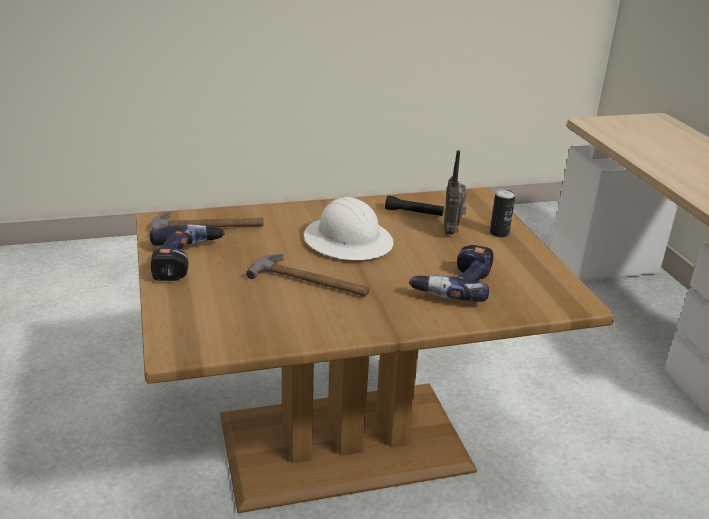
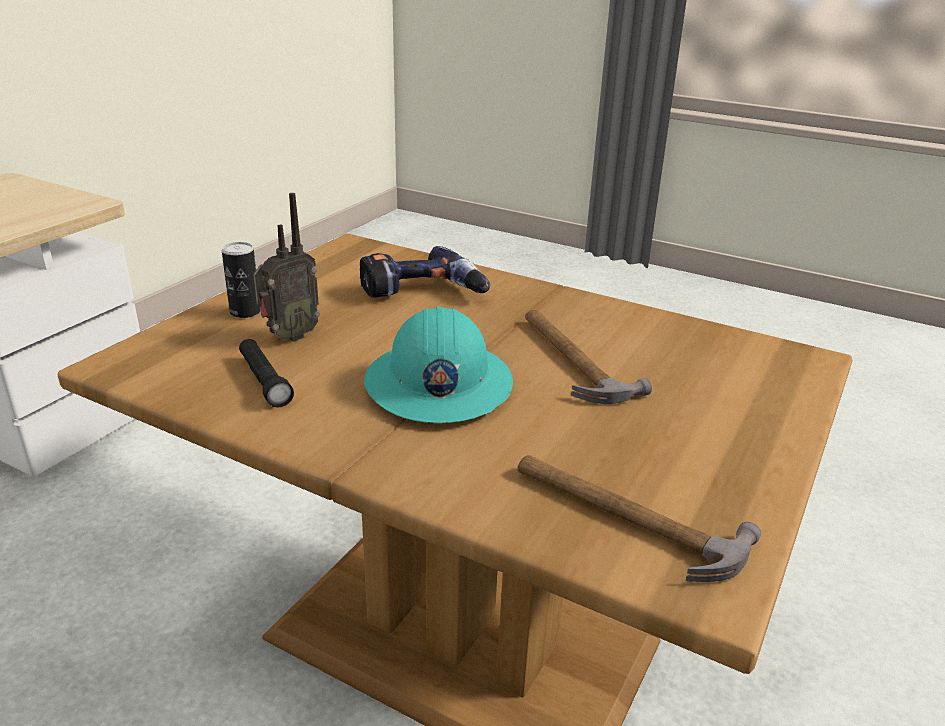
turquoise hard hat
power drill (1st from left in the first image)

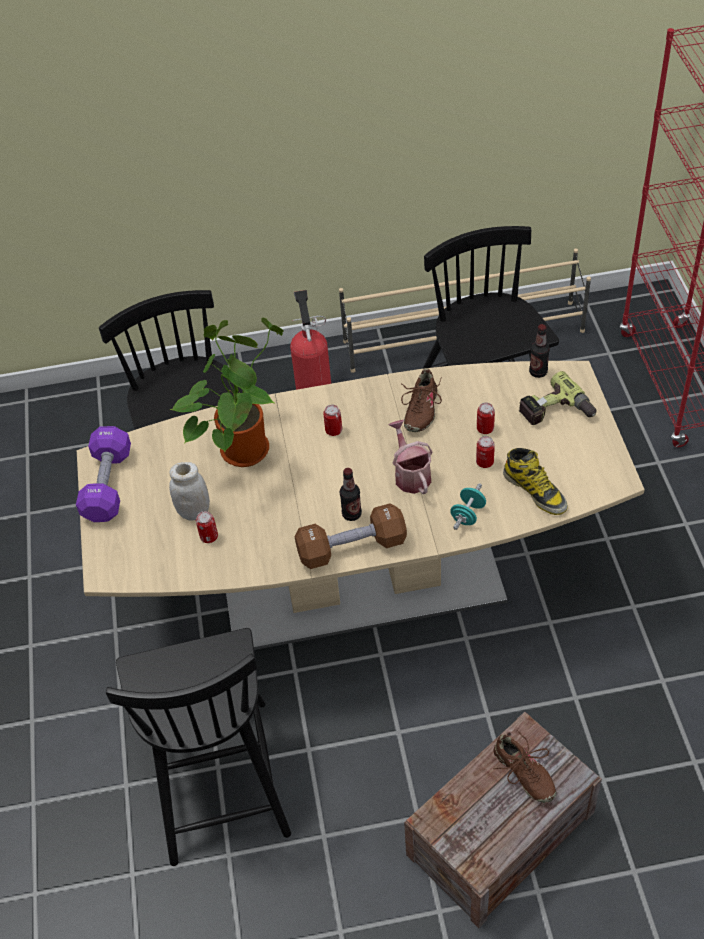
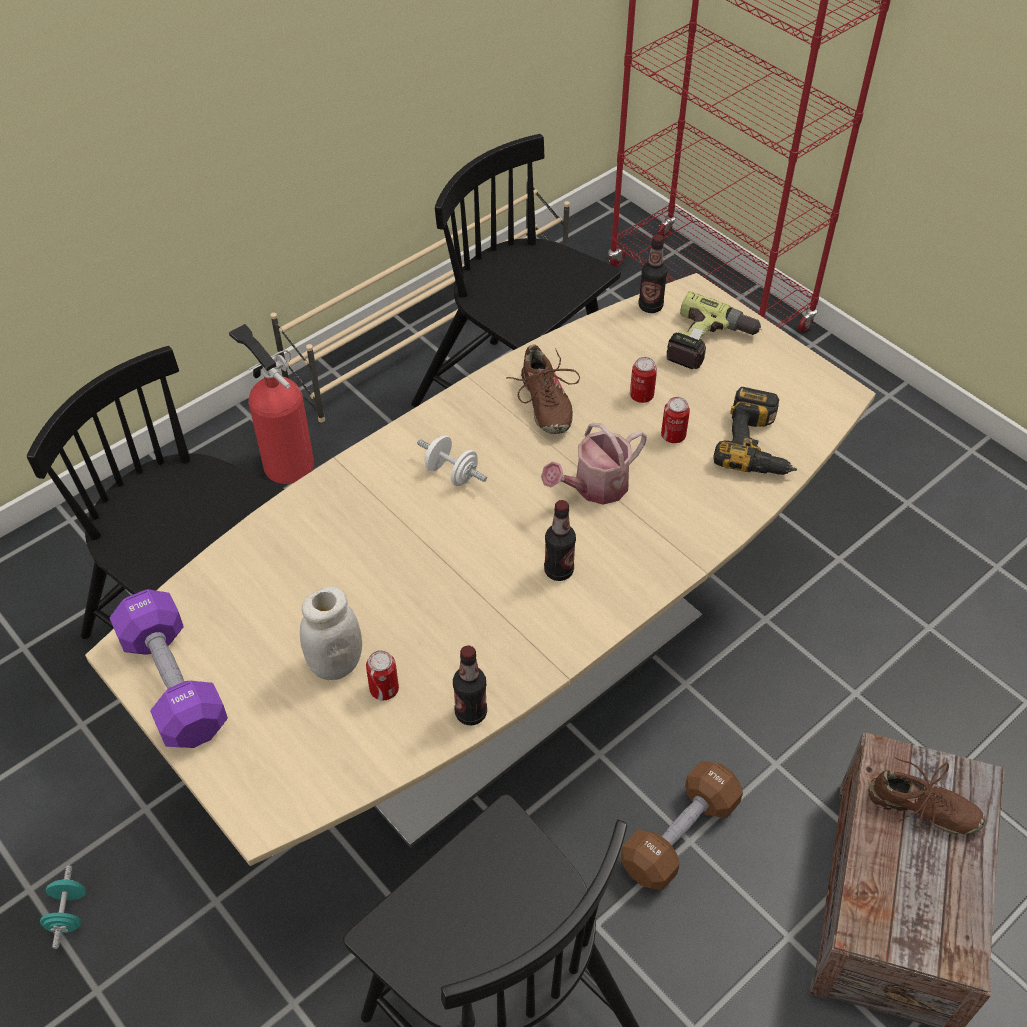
potted plant
white dumbbell
watering can
power drill (2nd from left)
turquoise dumbbell
brown dumbbell
bottle (1st from left)

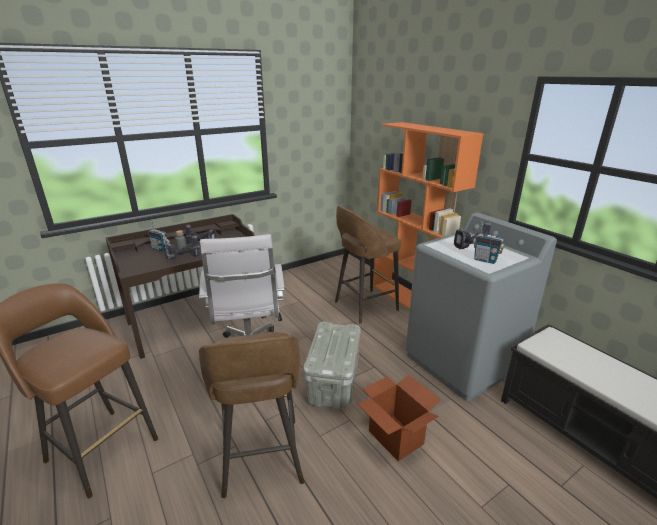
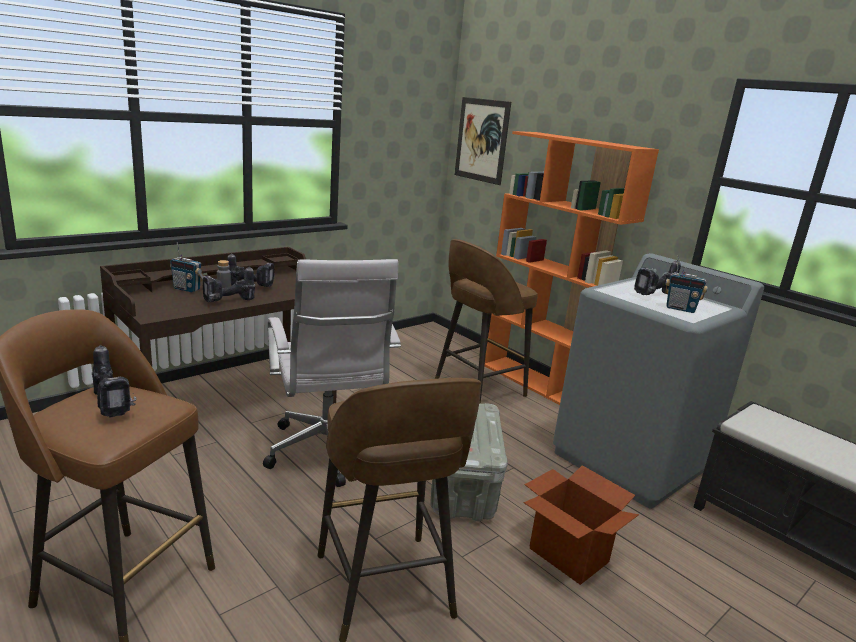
picture
power drill (1st from left)

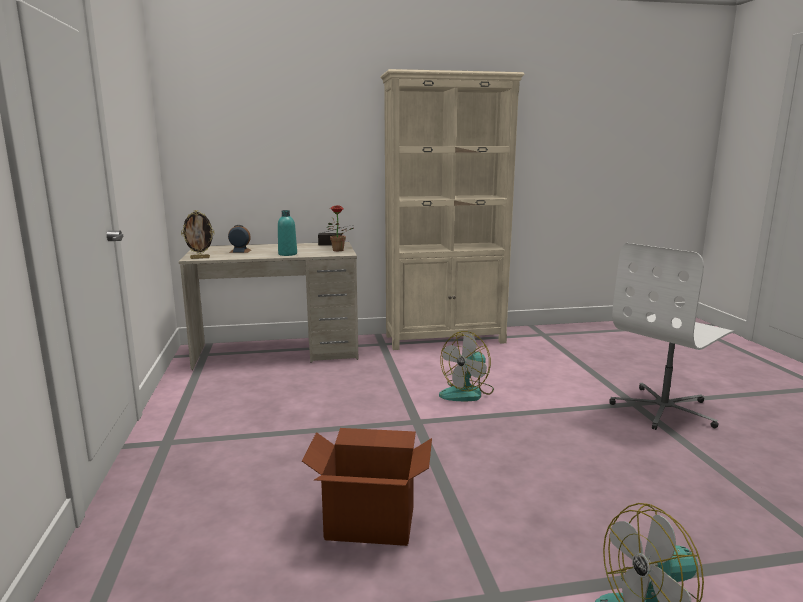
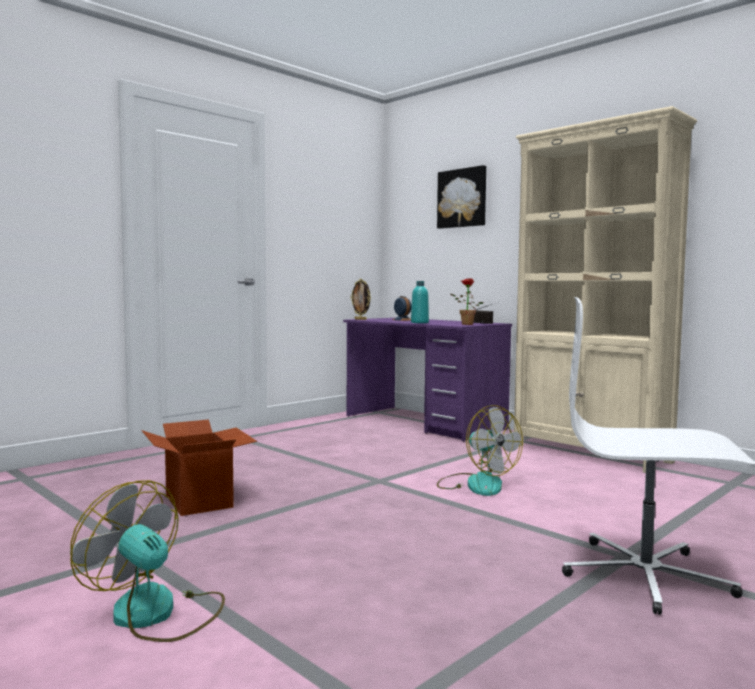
purple desk
fan (2nd from left)
picture

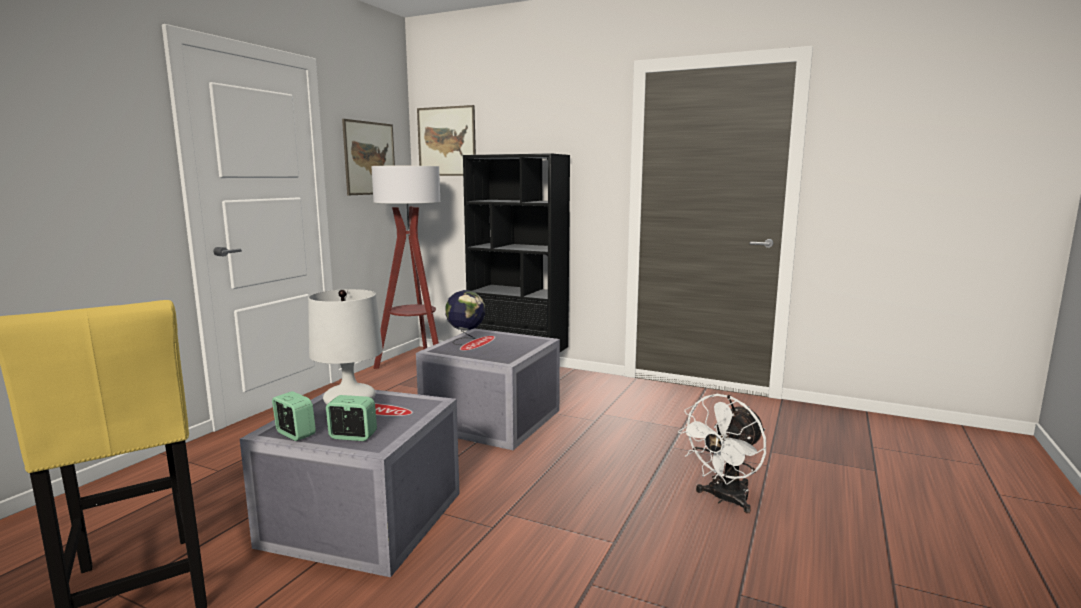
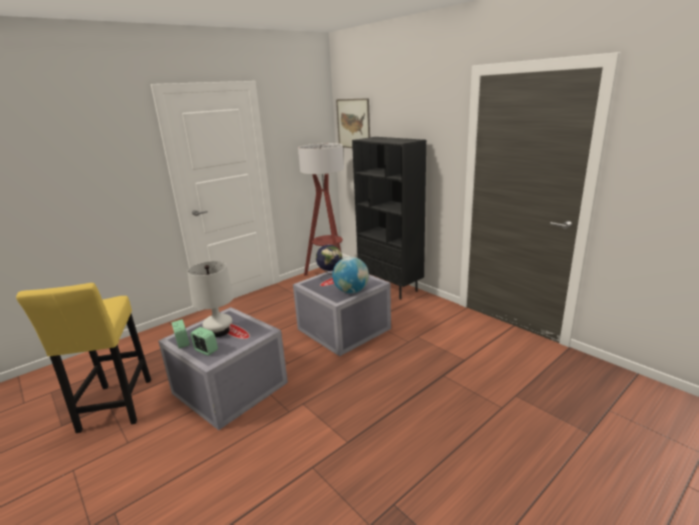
picture (1st from left in the first image)
white fan
globe (2nd from left)

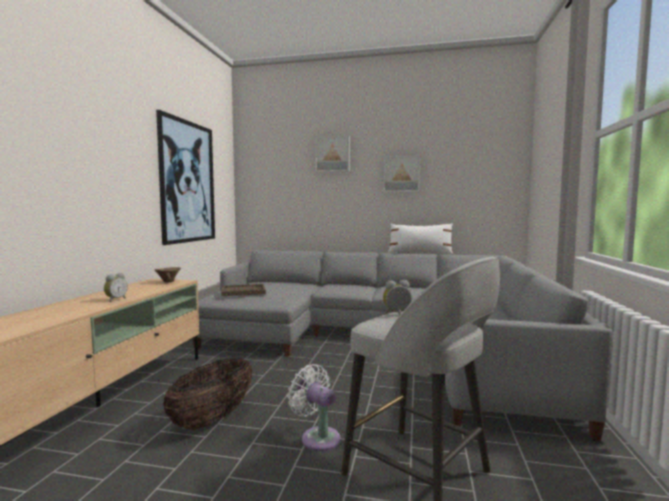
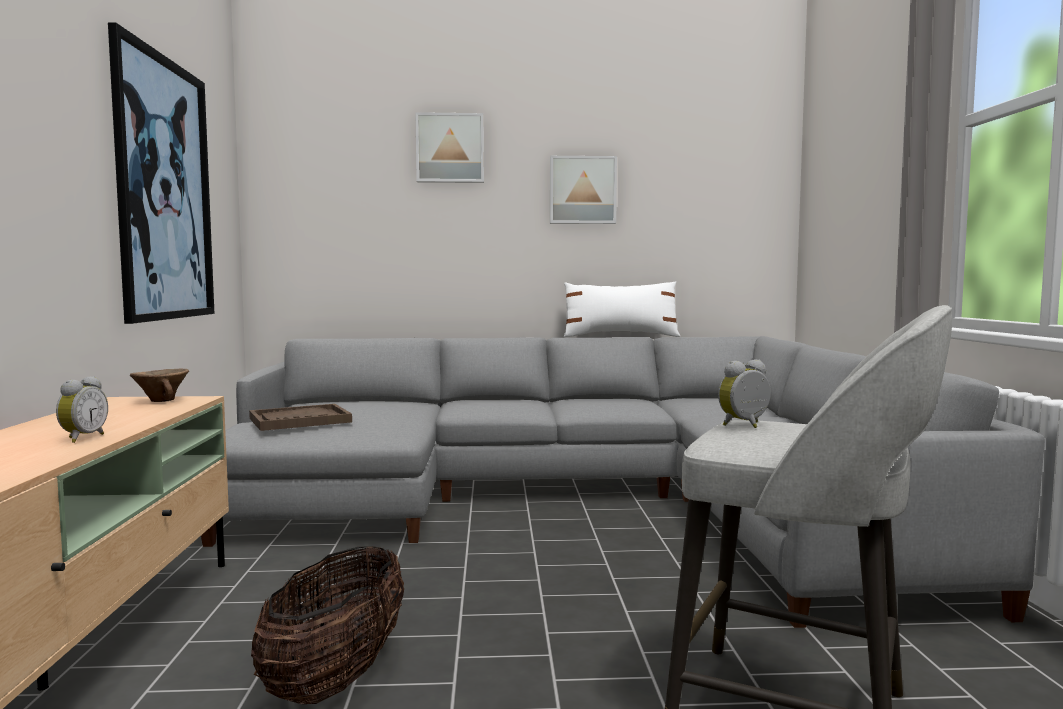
white fan

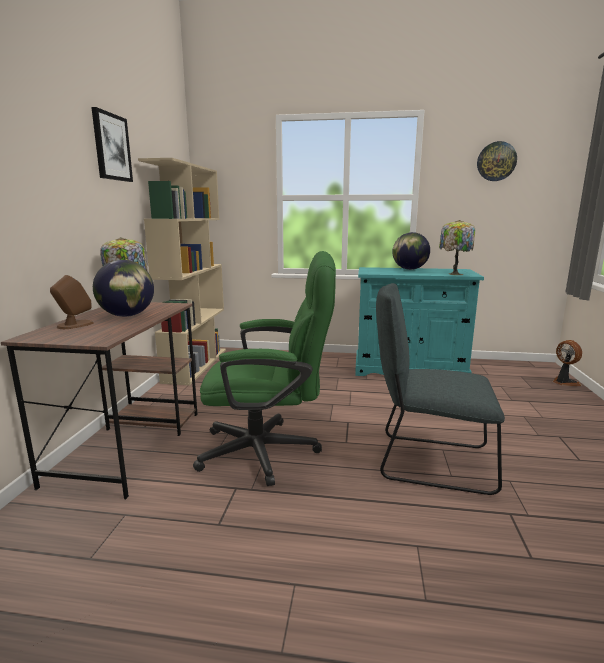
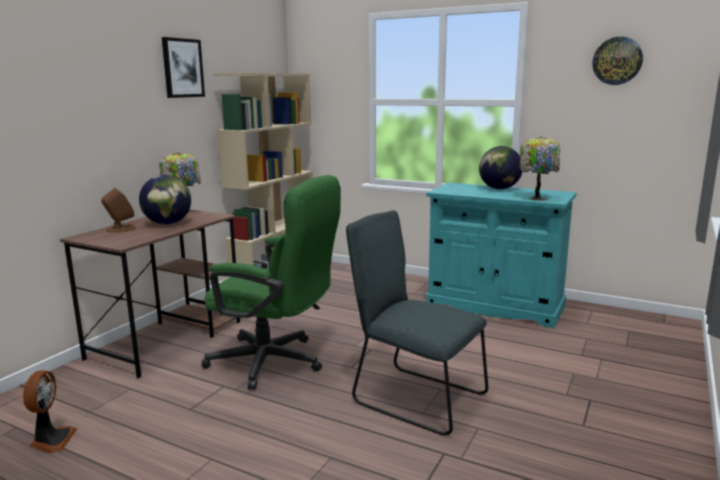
fan

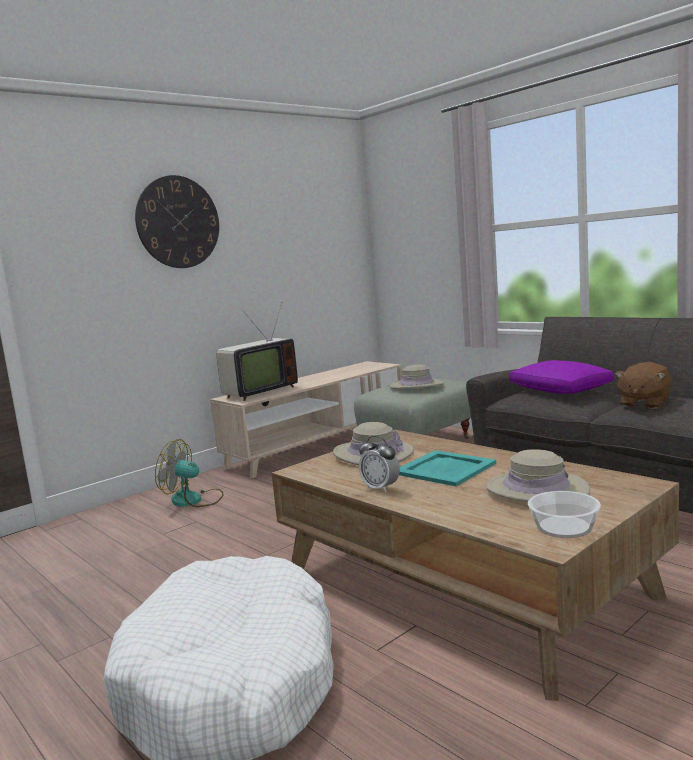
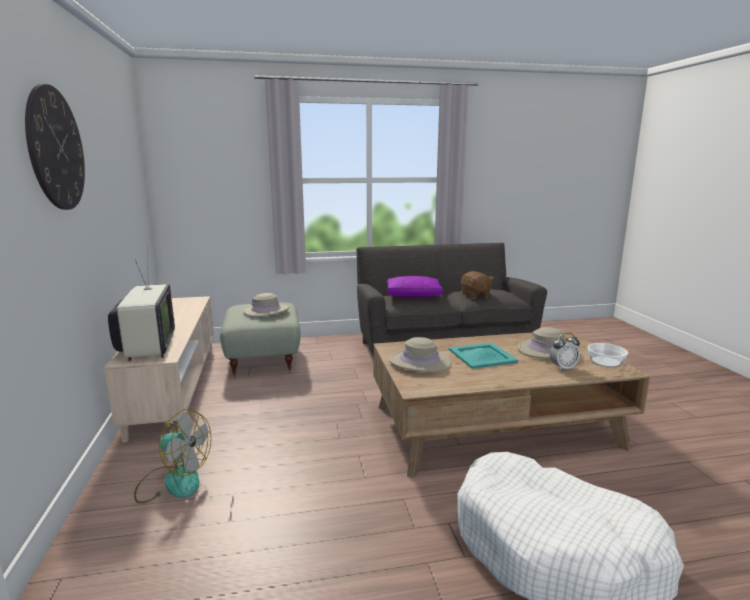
alarm clock
fan

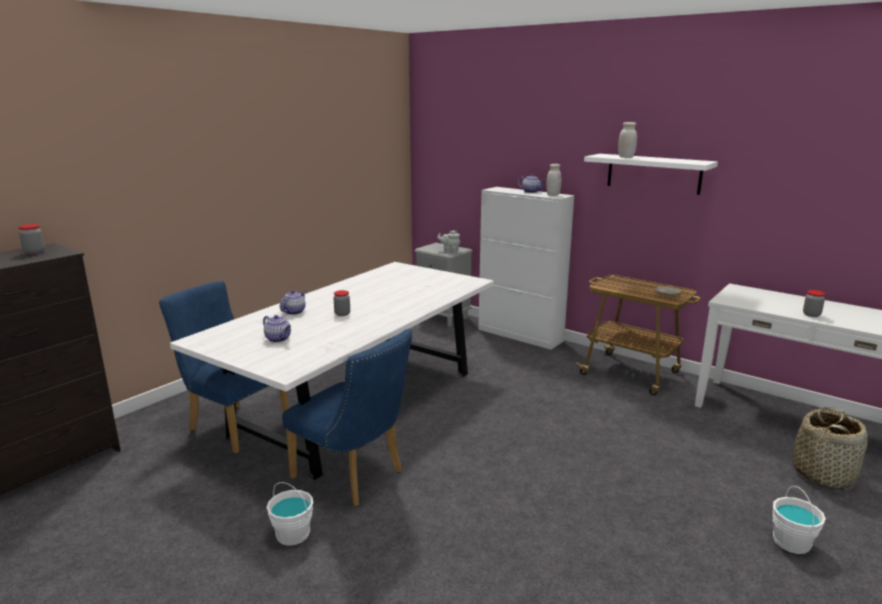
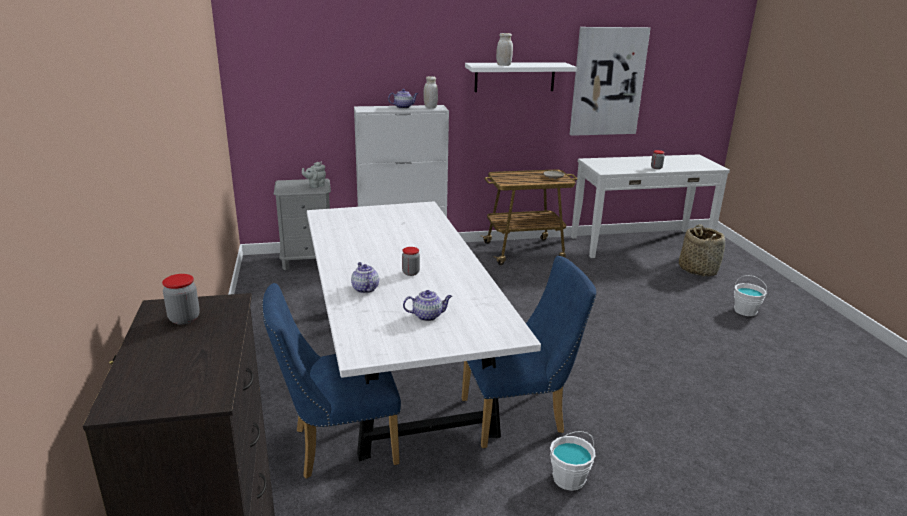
picture

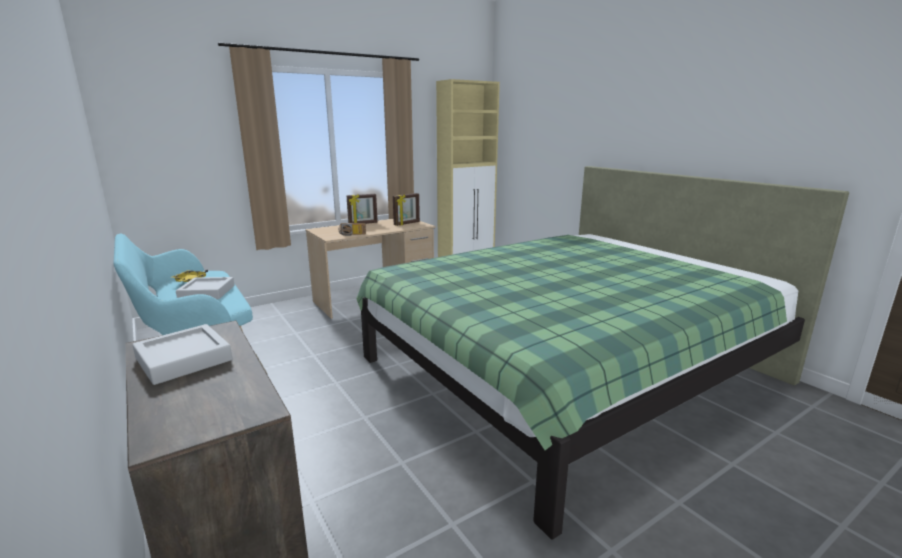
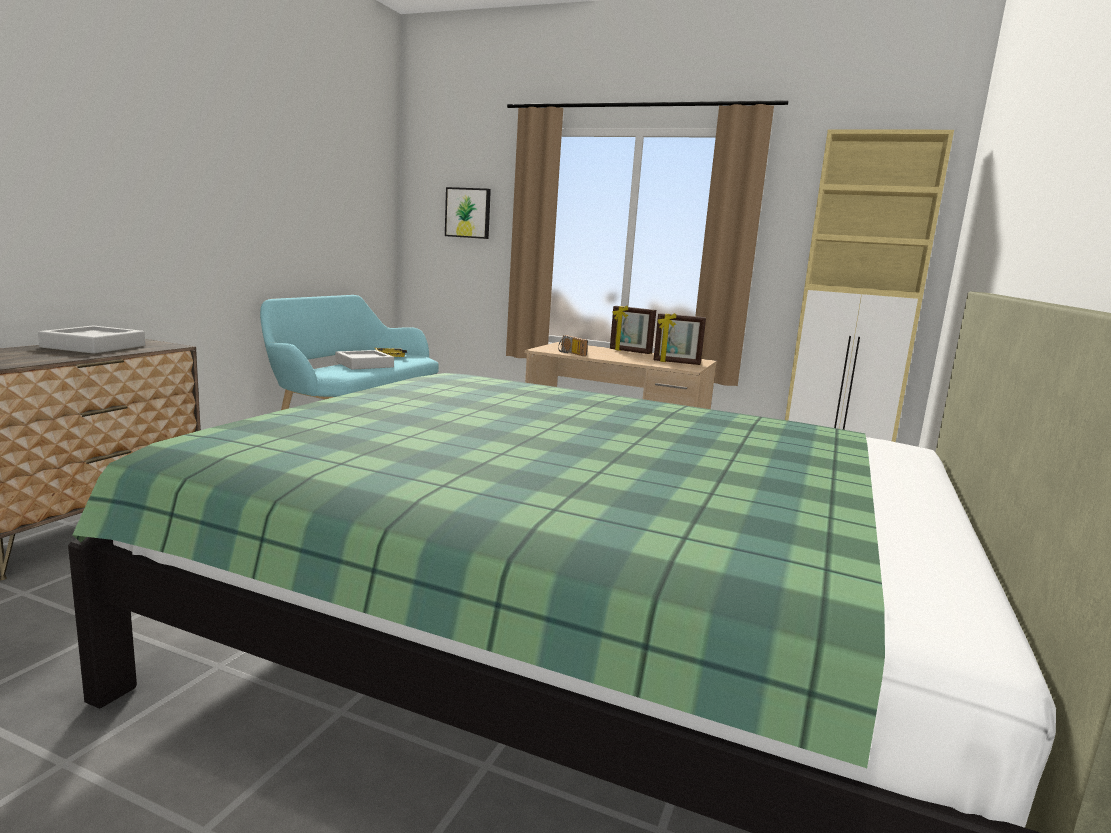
picture

